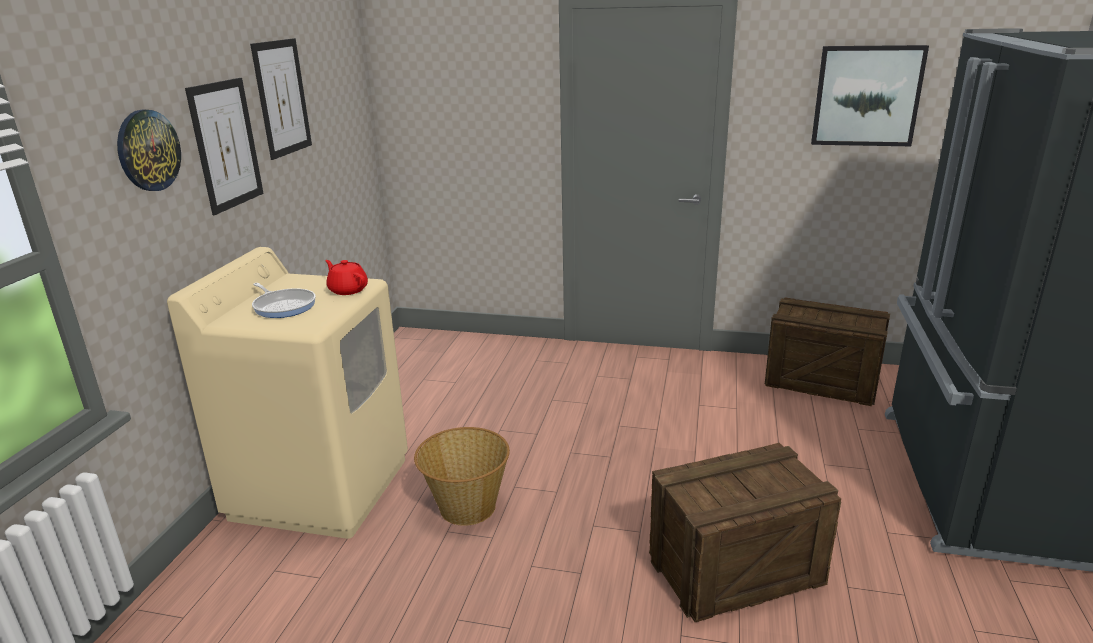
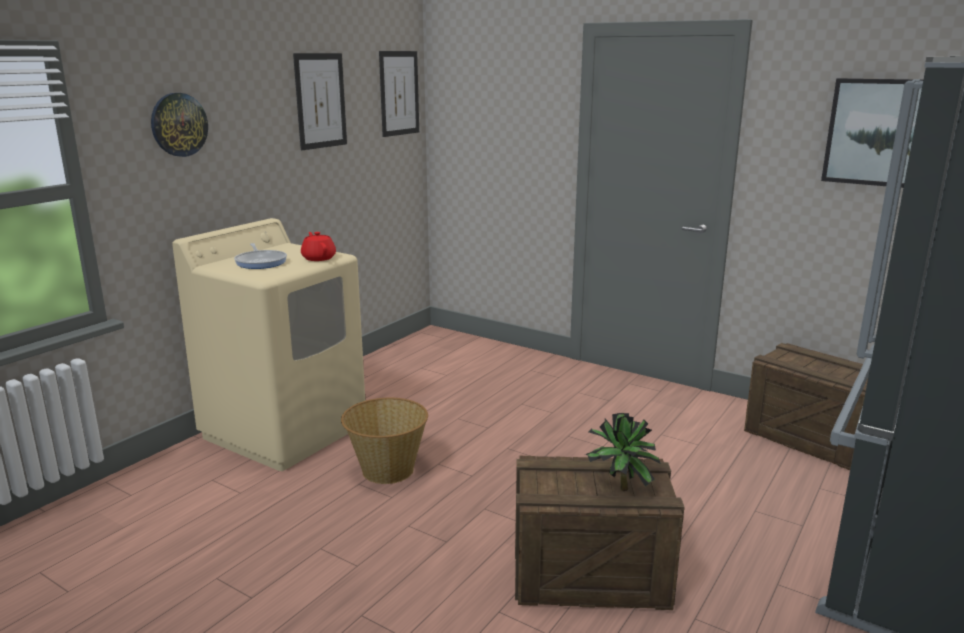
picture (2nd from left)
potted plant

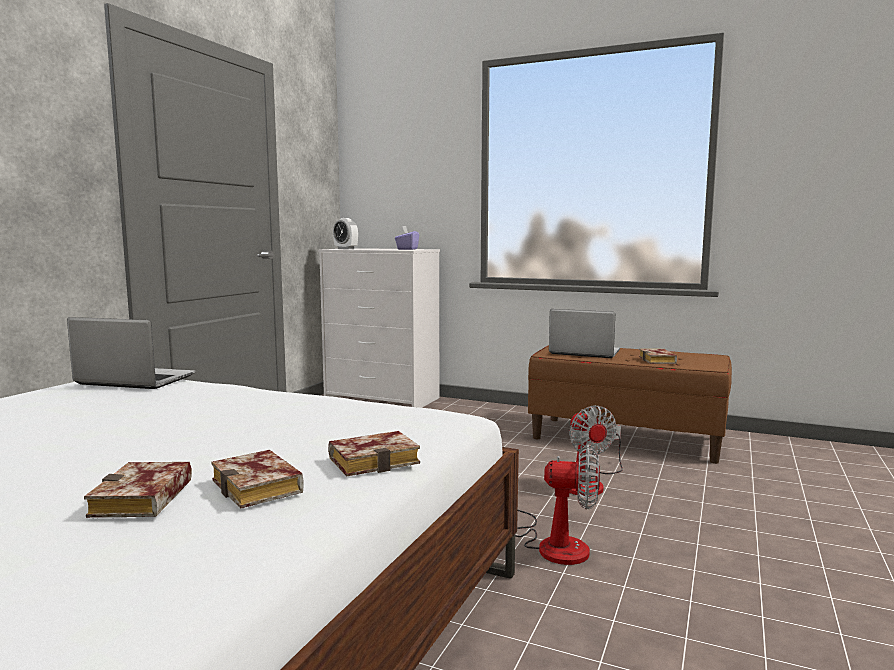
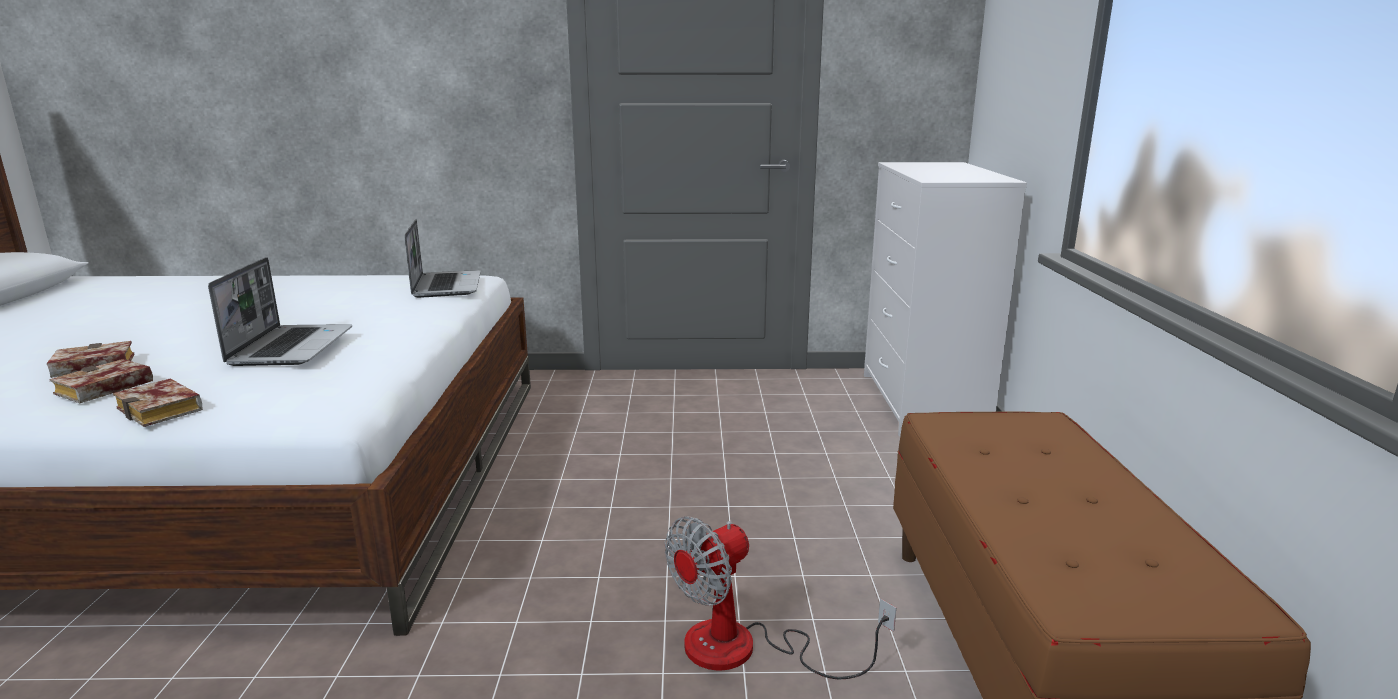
alarm clock
purple tissue box
laptop (1st from left)
book (4th from left in the first image)
fan (1st from left in the first image)

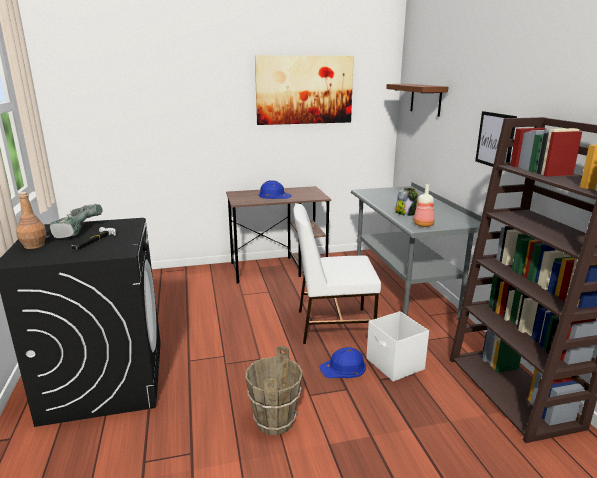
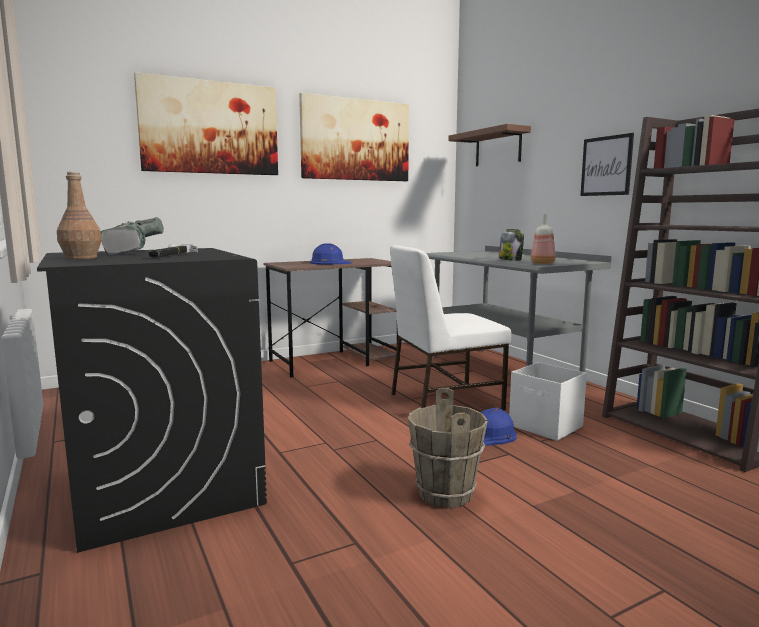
picture (1st from left)

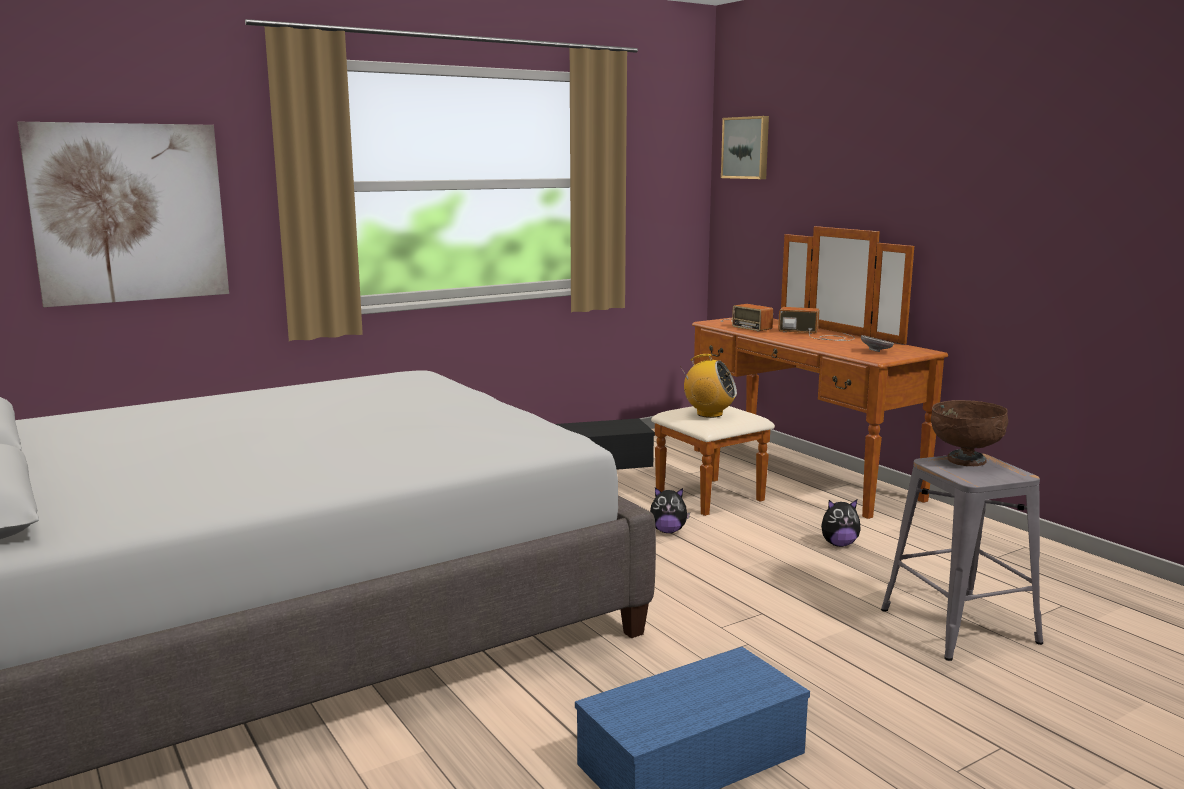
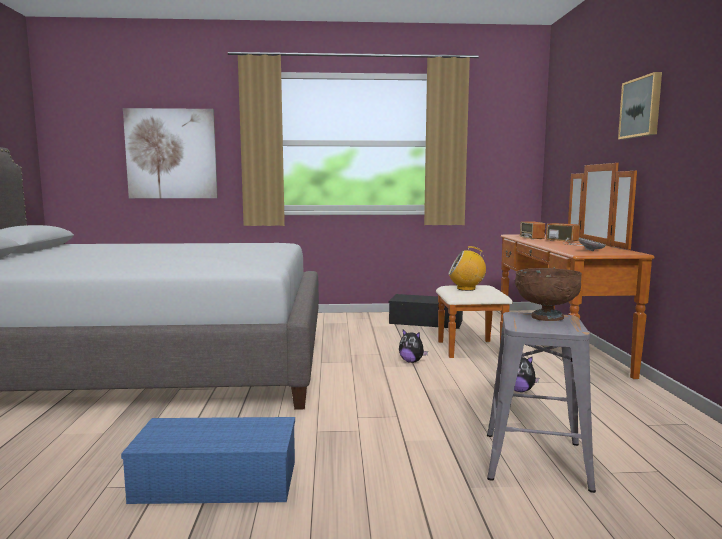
picture (2nd from left)
radio (1st from left)

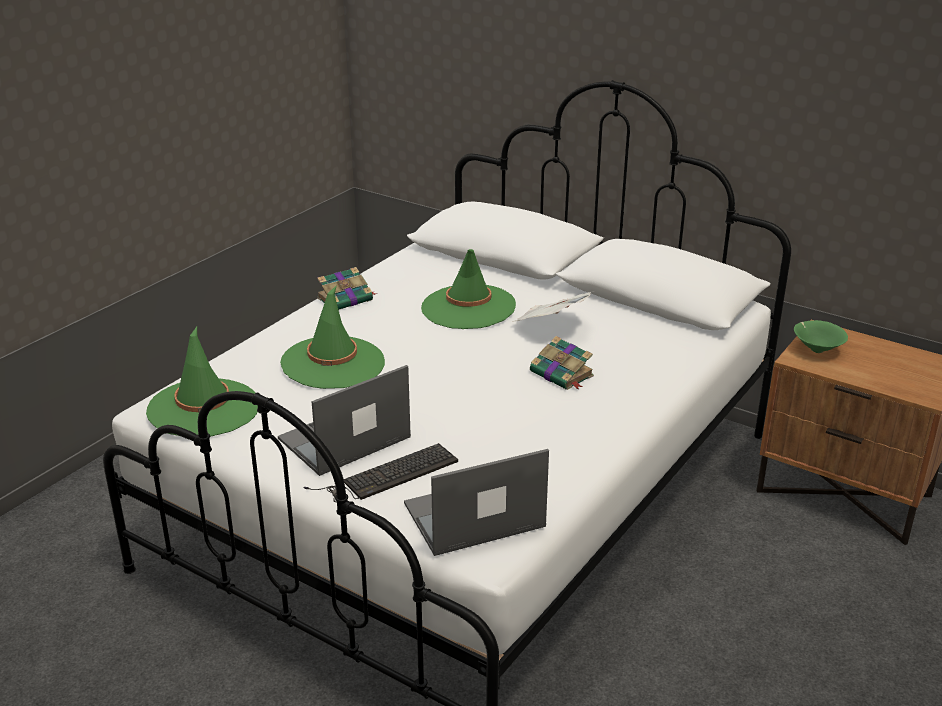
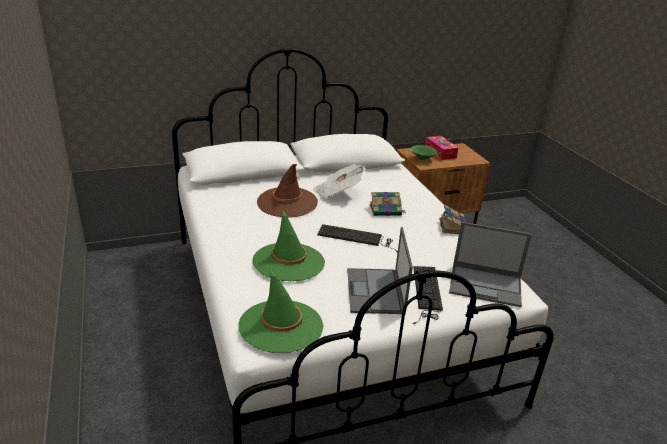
brown hat
book (2nd from left)
laptop (2nd from left)
tissue box
keyboard (1st from left)

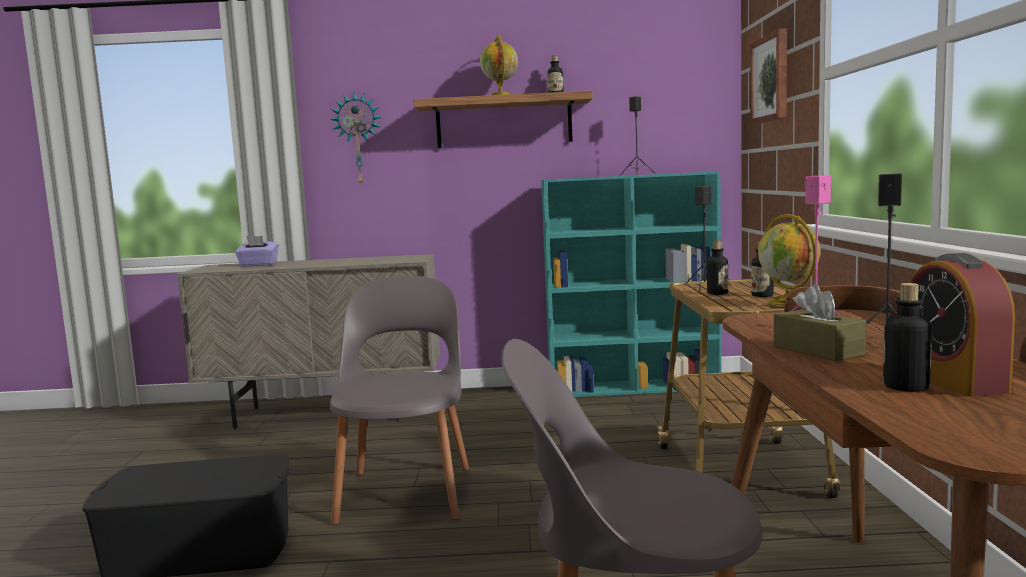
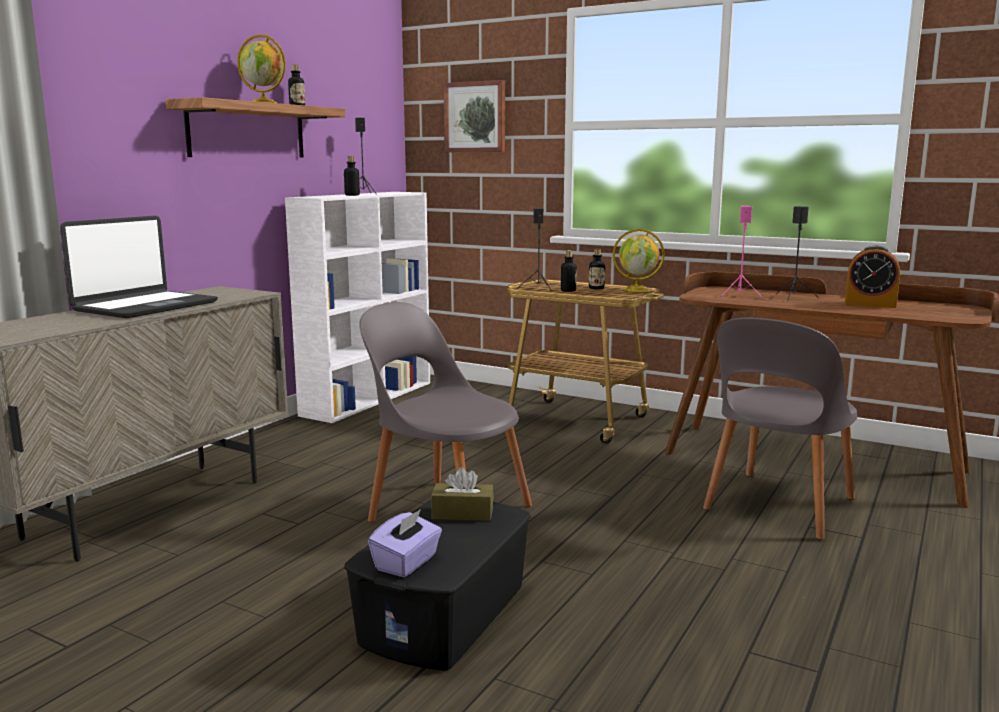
wall clock
white bookcase
purple tissue box
bottle (2nd from left)
brown tissue box
laptop

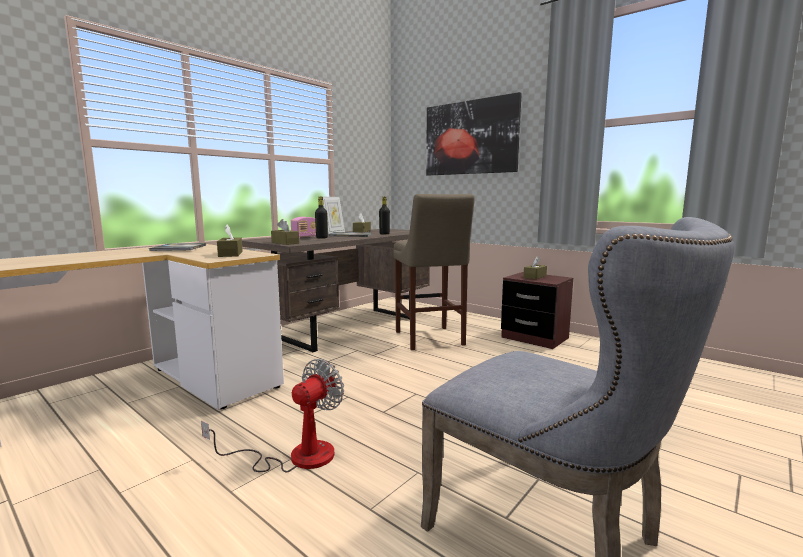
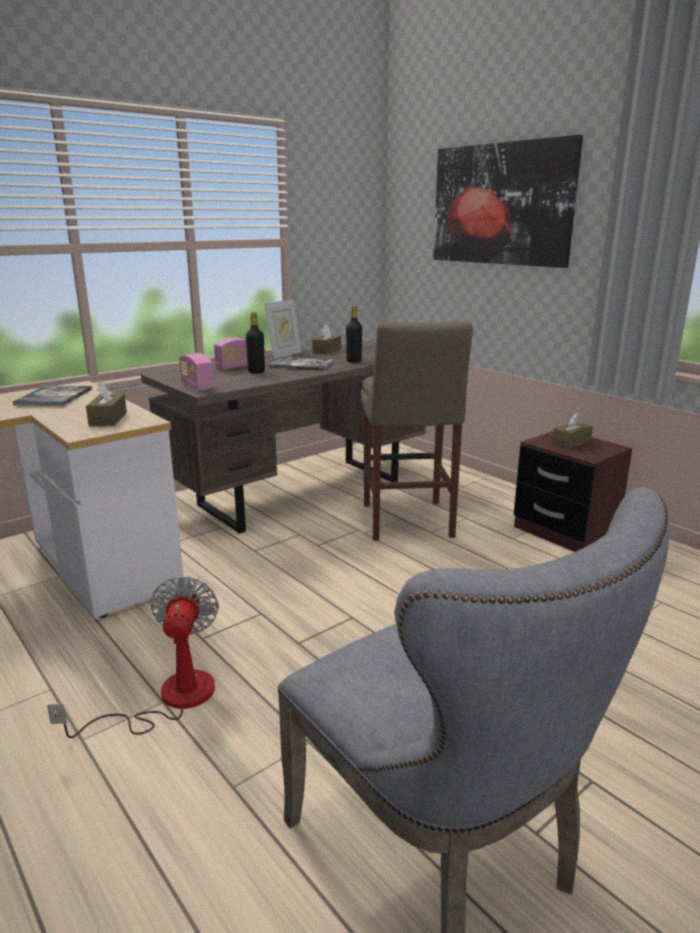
radio (1st from left)
fan

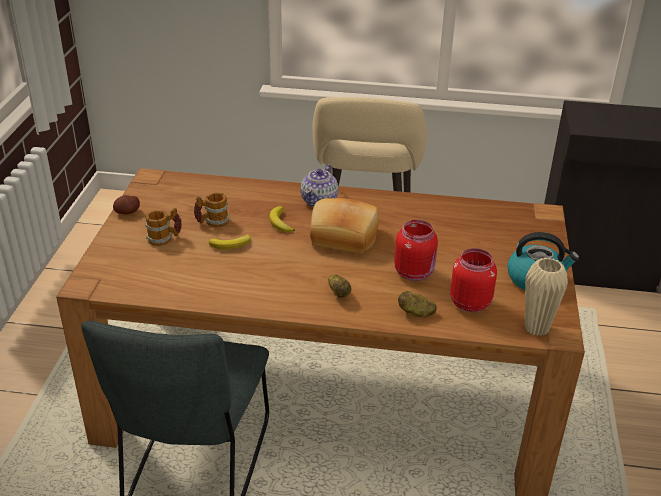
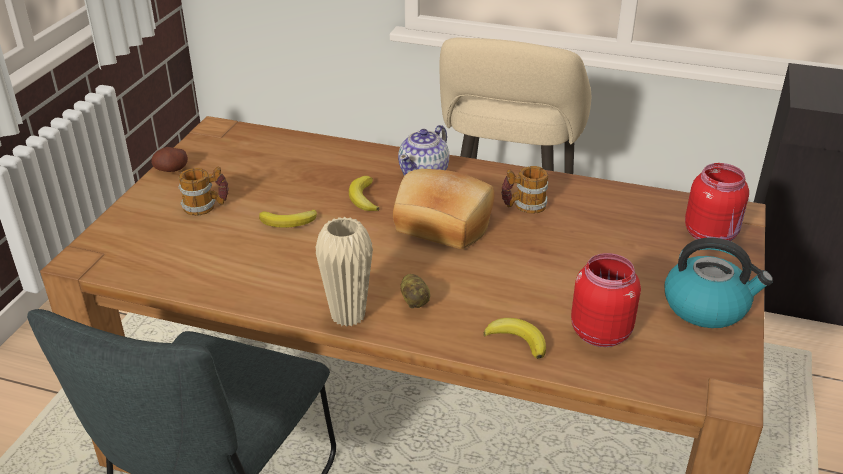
mug (2nd from left)
red jar (2nd from left)
beige vase
banana (3rd from left)

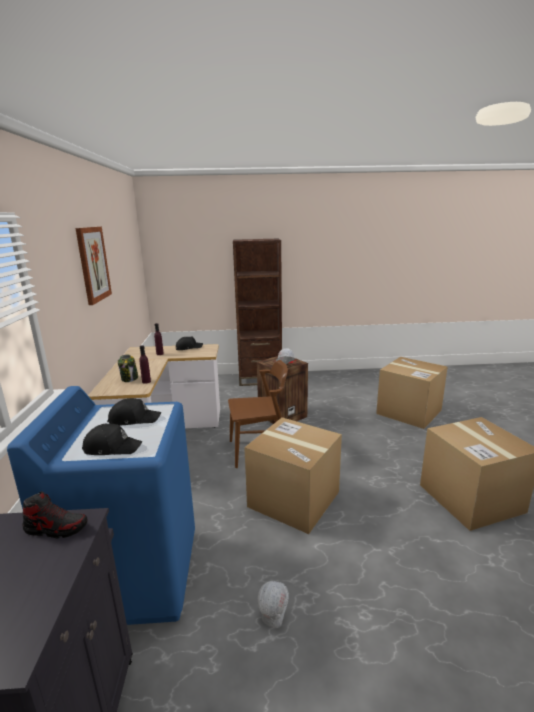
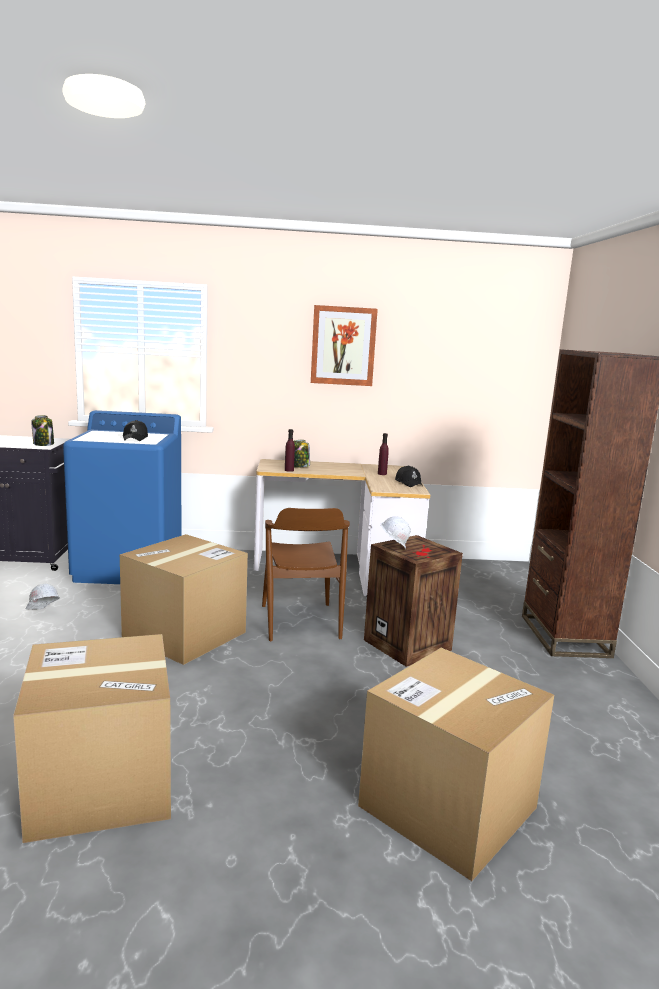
black cap (1st from left in the first image)
jar (1st from left)

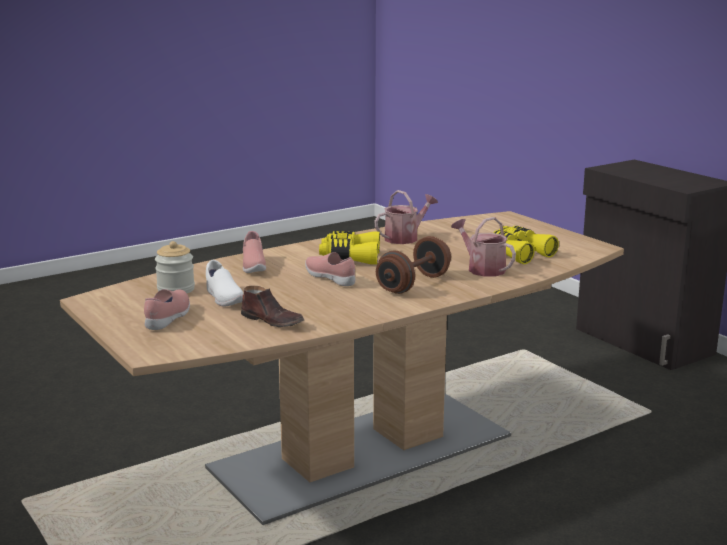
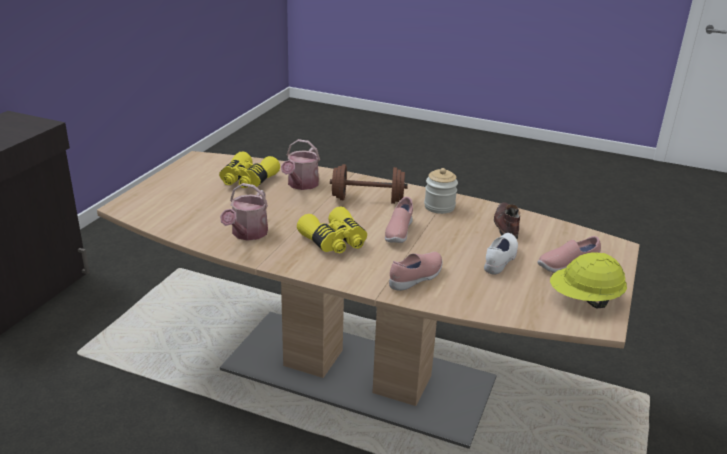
watering can (1st from left)
jar
yellow hard hat

